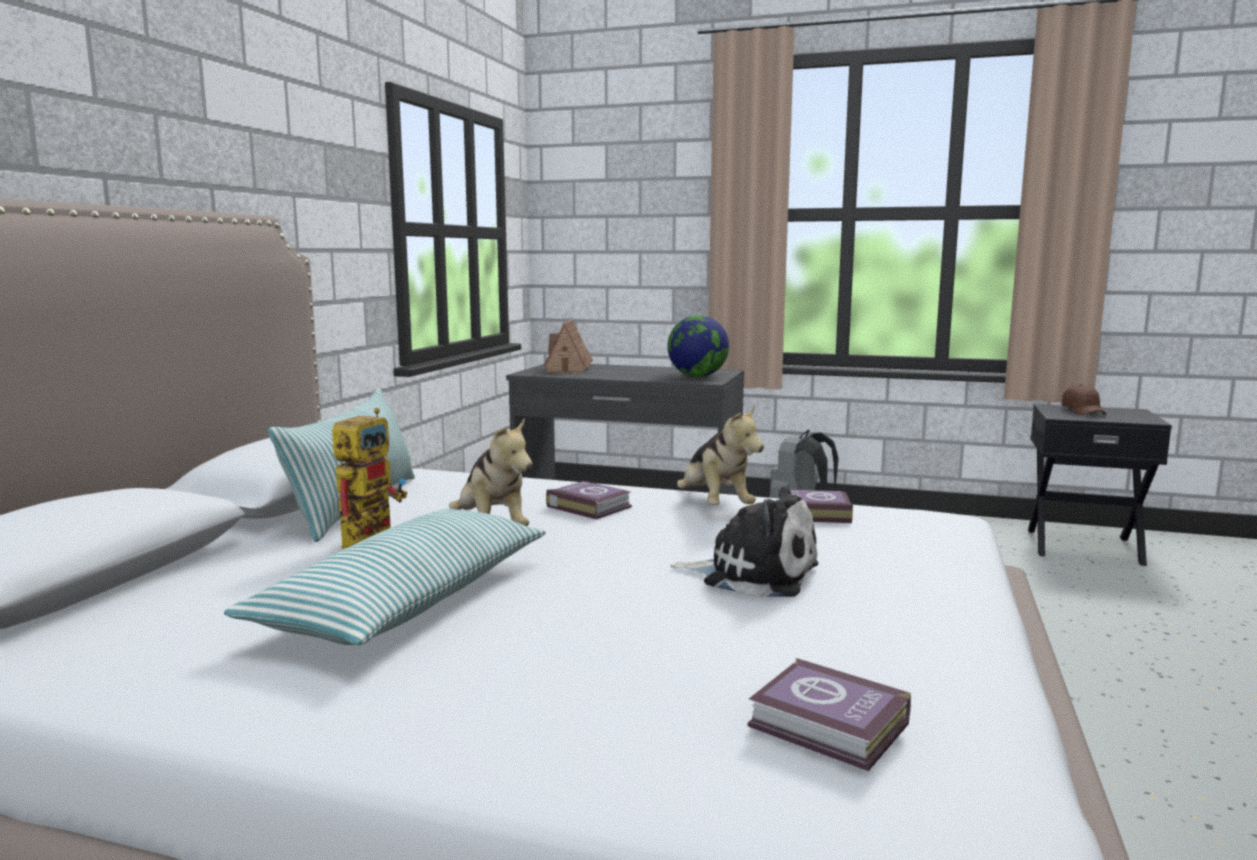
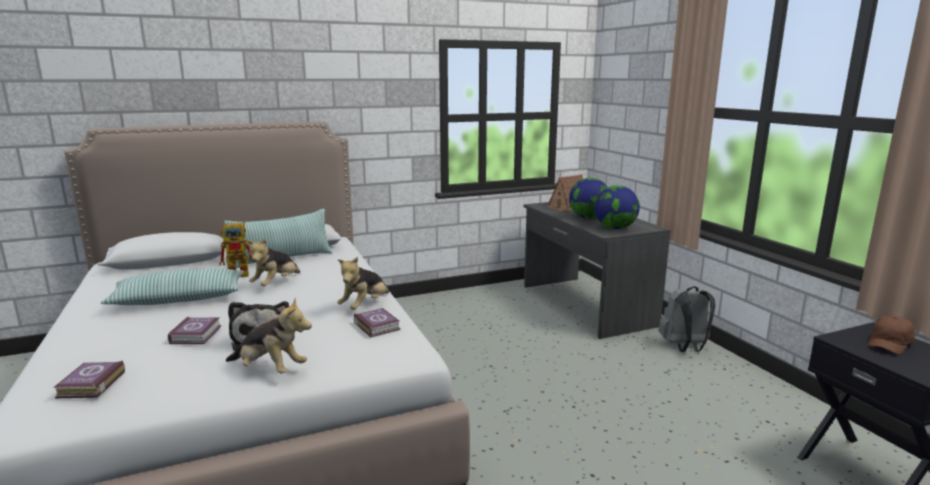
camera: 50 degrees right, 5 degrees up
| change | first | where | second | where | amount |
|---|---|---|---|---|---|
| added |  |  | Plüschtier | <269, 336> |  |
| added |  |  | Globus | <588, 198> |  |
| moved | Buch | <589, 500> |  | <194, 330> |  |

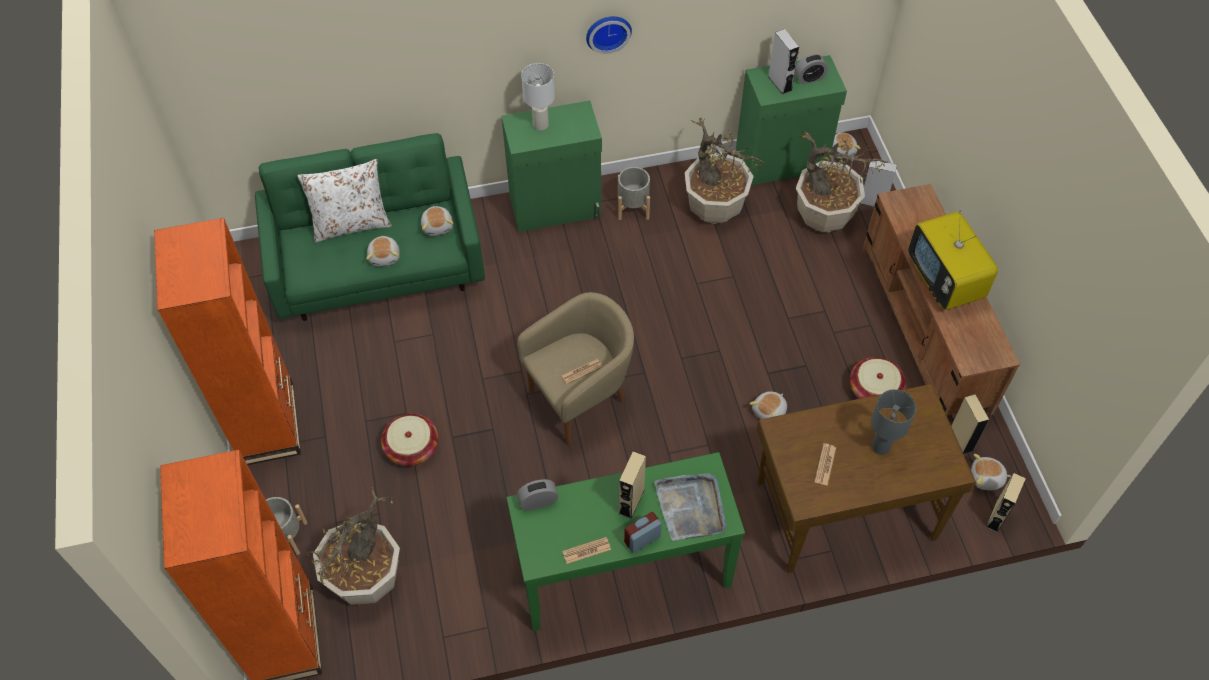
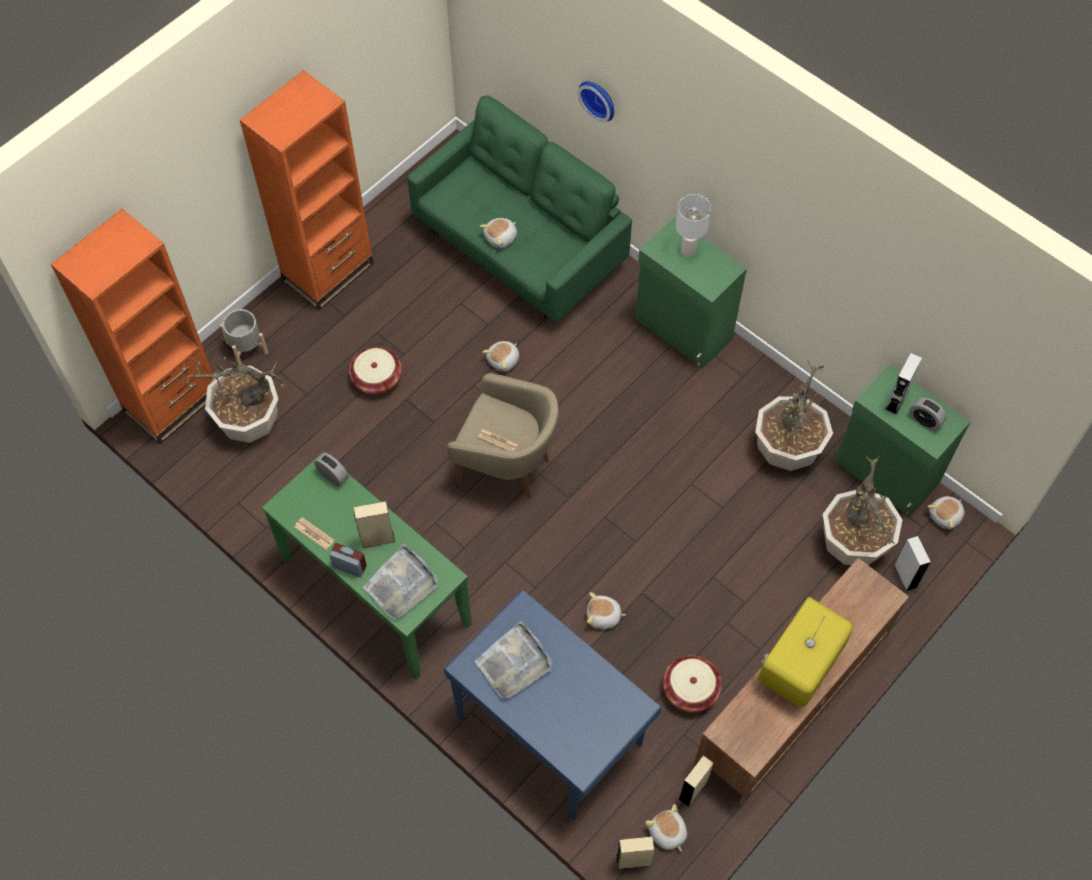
camera: 55 degrees right, 5 degrees up
| change | first | where | second | where | amount |
|---|---|---|---|---|---|
| removed | Kissen [weiß] | <344, 200> |  |  |  |
| removed | Pflanzkübel [grau] | <634, 193> |  |  |  |
| removed | Tischlampe [grau] | <893, 422> |  |  |  |
| moved | Plüschtier | <437, 221> |  | <500, 356> |  |
| moved | Wanduhr | <609, 35> |  | <596, 101> |  |
| replaced | Zeitung | <825, 464> | Tablett [grau] | <513, 660> |  |
| recoloured | Schreibtisch [braun] | <866, 478> | Schreibtisch [blau] | <553, 705> |  |

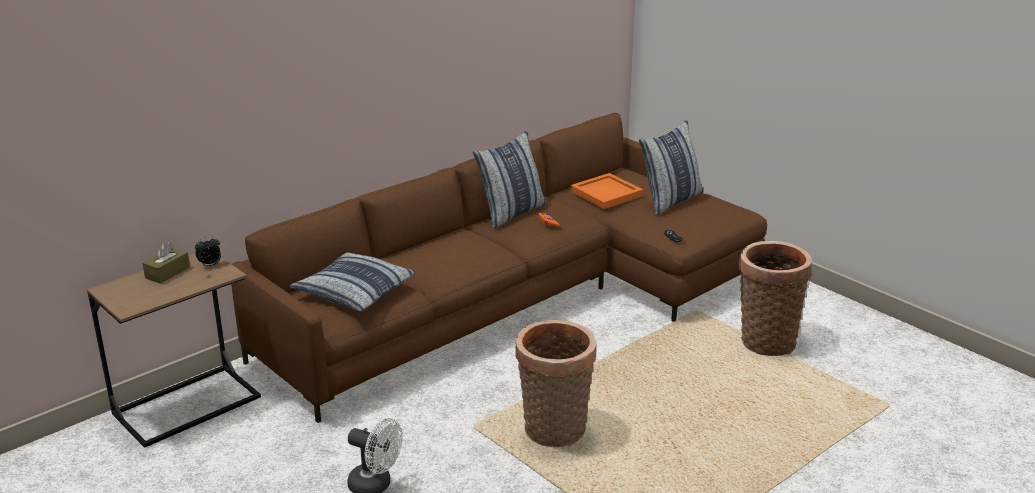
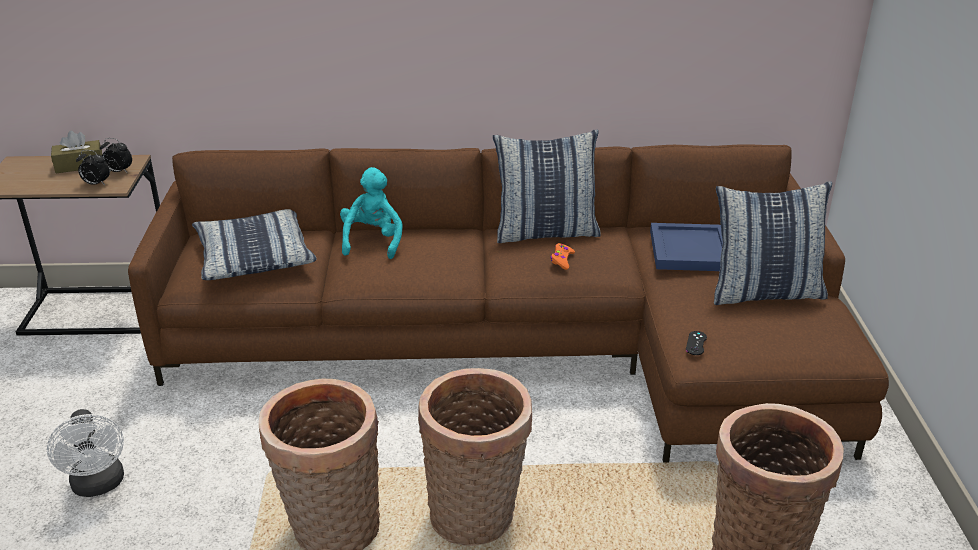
camera: 40 degrees right, 5 degrees up
| change | first | where | second | where | amount |
|---|---|---|---|---|---|
| added |  |  | Wecker | <93, 167> |  |
| added |  |  | Plüschtier [türkis] | <371, 213> |  |
| added |  |  | Korb | <475, 457> |  |
| recoloured | Tablett [orange] | <607, 191> | Tablett [blau] | <686, 247> |  |

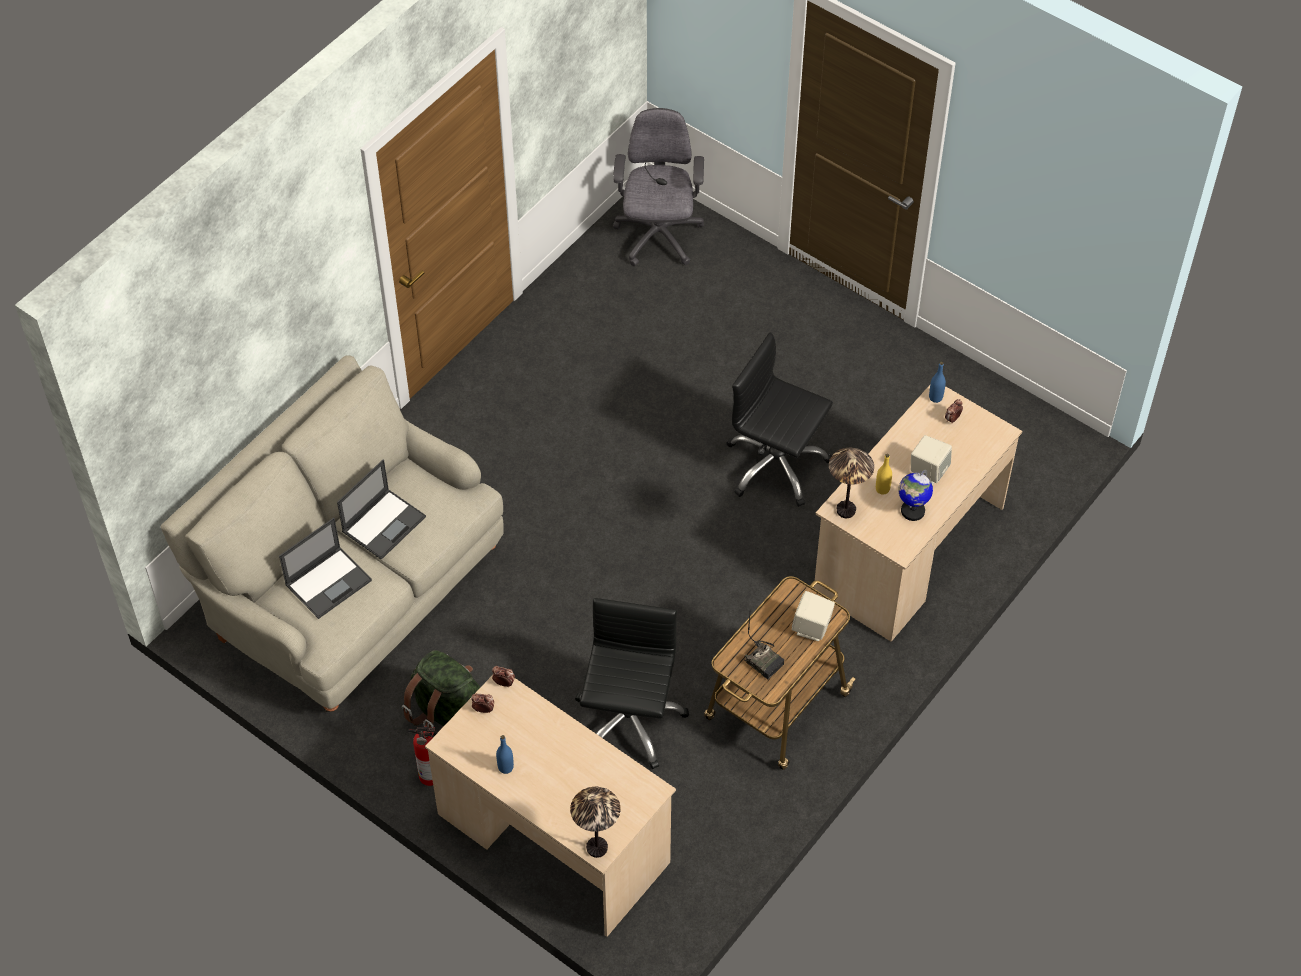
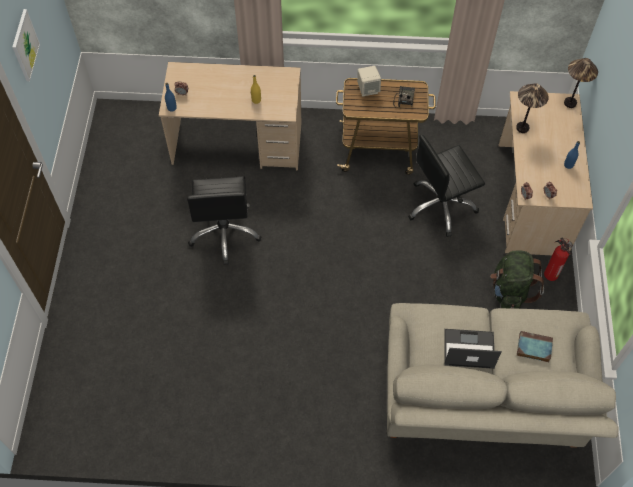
camera: 125 degrees left, 5 degrees up
| change | first | where | second | where | amount |
|---|---|---|---|---|---|
| removed | Bürostuhl [grau] | <658, 187> |  |  |  |
| removed | Globus | <915, 495> |  |  |  |
| removed | Lautsprecher [beige] | <931, 460> |  |  |  |
| added |  |  | Bild | <26, 45> |  |
| moved | Tischlampe | <851, 483> |  | <532, 108> |  |
| replaced | Laptop | <325, 568> | Buch | <535, 346> |  |

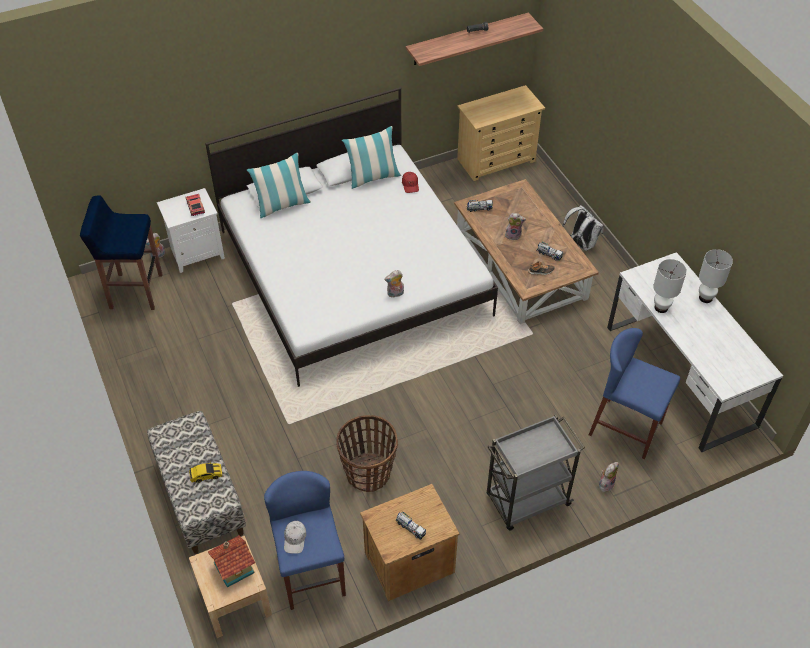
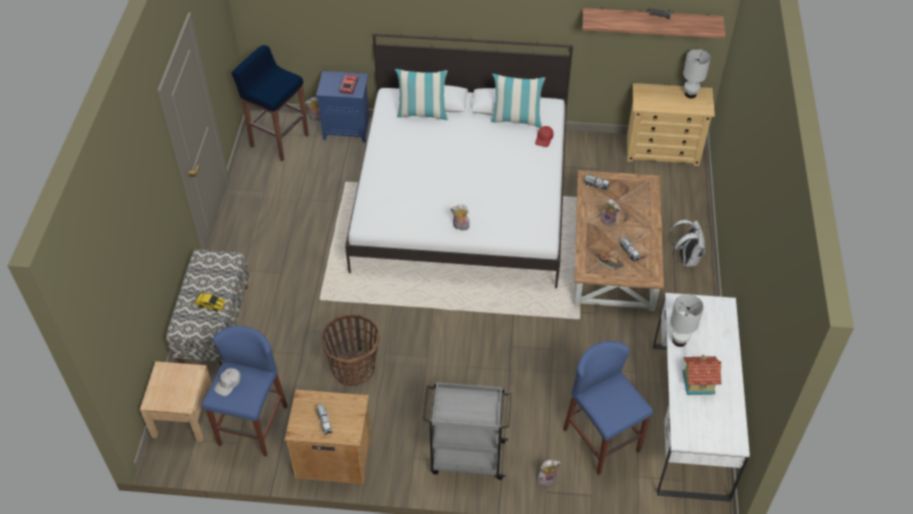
camera: 30 degrees right, 0 degrees up
| change | first | where | second | where | amount |
|---|---|---|---|---|---|
| moved | Spielzeughaus | <231, 561> |  | <701, 374> |  |
| moved | Tischlampe [weiß] | <716, 276> |  | <697, 73> |  |
| recoloured | Nachttisch [weiß] | <191, 230> | Nachttisch [blau] | <343, 107> |  |

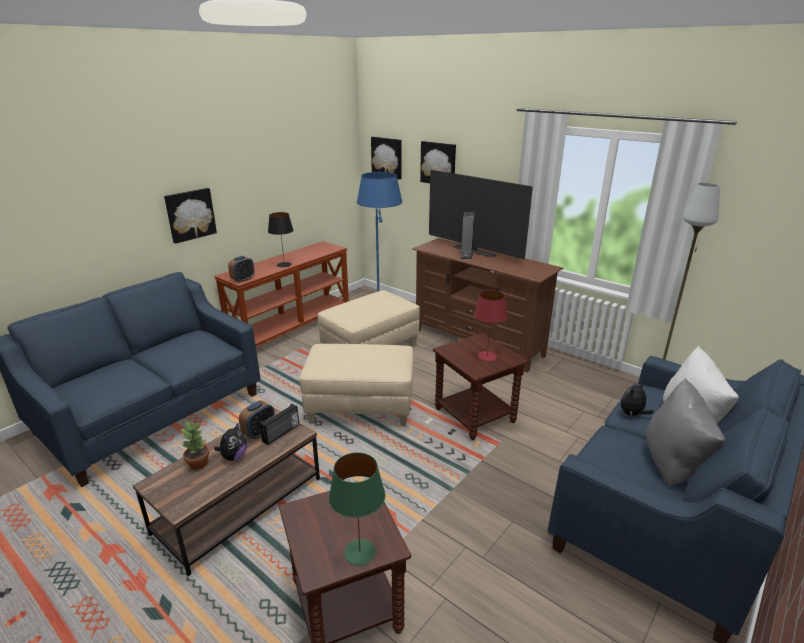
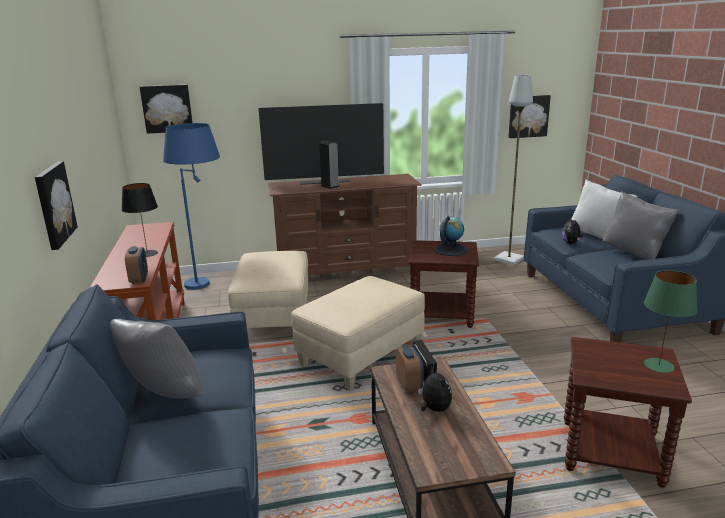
camera: 50 degrees left, 5 degrees down
| change | first | where | second | where | amount |
|---|---|---|---|---|---|
| removed | Topfpflanze | <194, 445> |  |  |  |
| added |  |  | Kissen [grau] | <156, 359> |  |
| moved | Bild | <438, 162> |  | <529, 116> |  |
| replaced | Tischlampe [rot] | <491, 325> | Globus | <451, 236> |  |

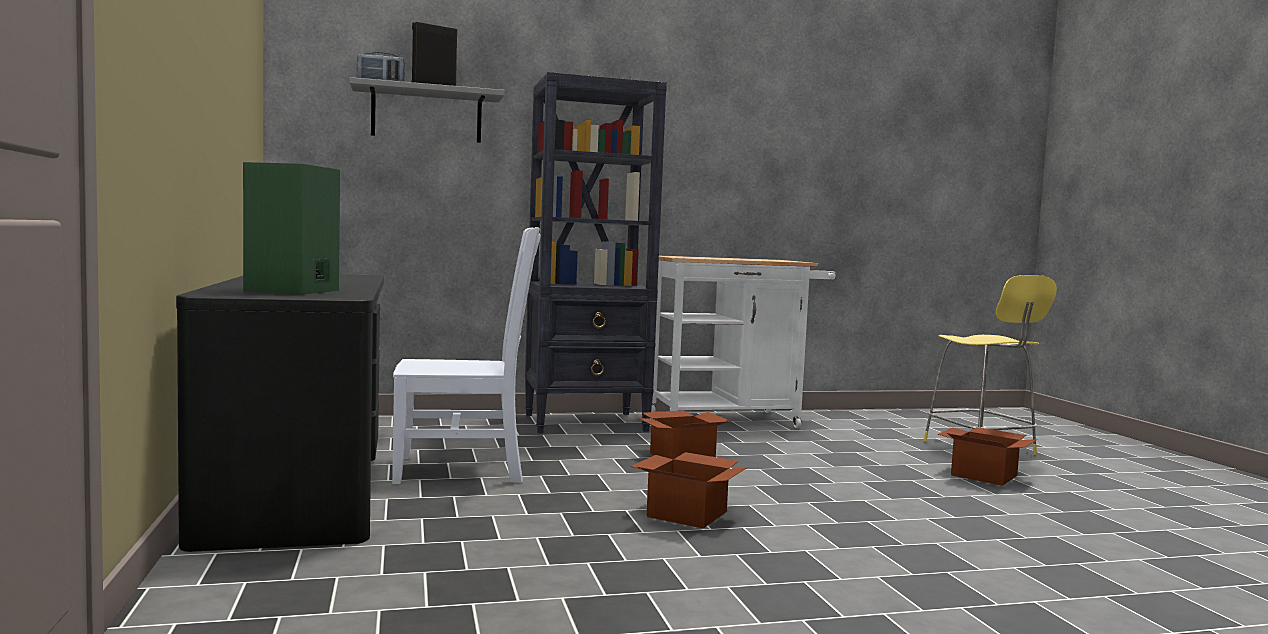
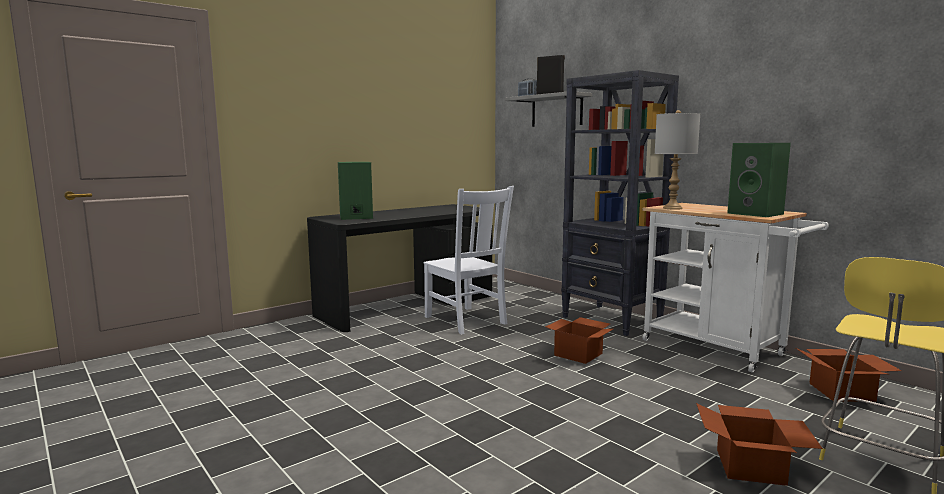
camera: 65 degrees right, 5 degrees up
| change | first | where | second | where | amount |
|---|---|---|---|---|---|
| added |  |  | Tischlampe [grau] | <677, 160> |  |
| added |  |  | Lautsprecher [grün] | <759, 180> |  |
| moved | Karton | <689, 490> |  | <849, 375> |  |

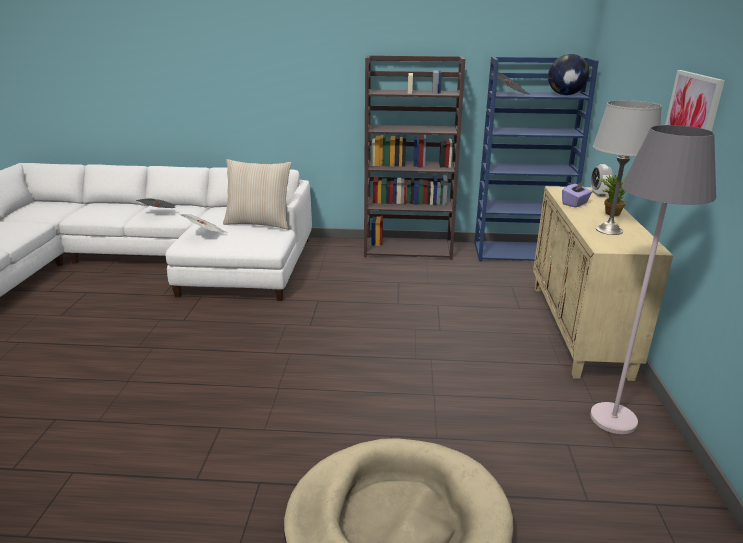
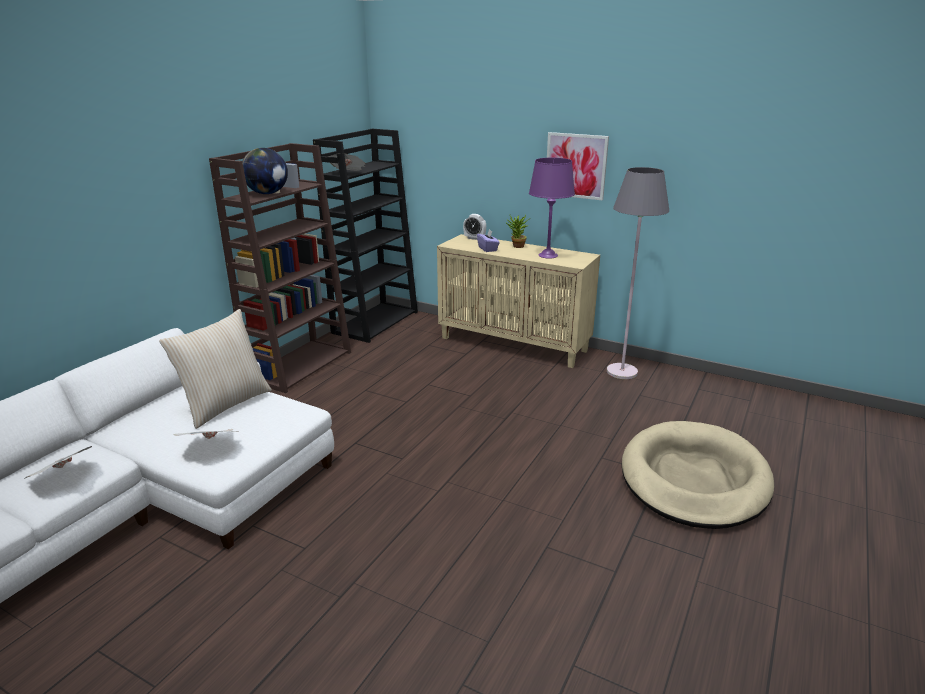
camera: 65 degrees left, 0 degrees up
| change | first | where | second | where | amount |
|---|---|---|---|---|---|
| moved | Globus | <568, 74> |  | <265, 171> |  |
| recoloured | Bücherregal [blau] | <536, 159> | Bücherregal [schwarz] | <365, 236> |  |
| recoloured | Tischlampe [grau] | <627, 167> | Tischlampe [lila] | <552, 208> |  |

